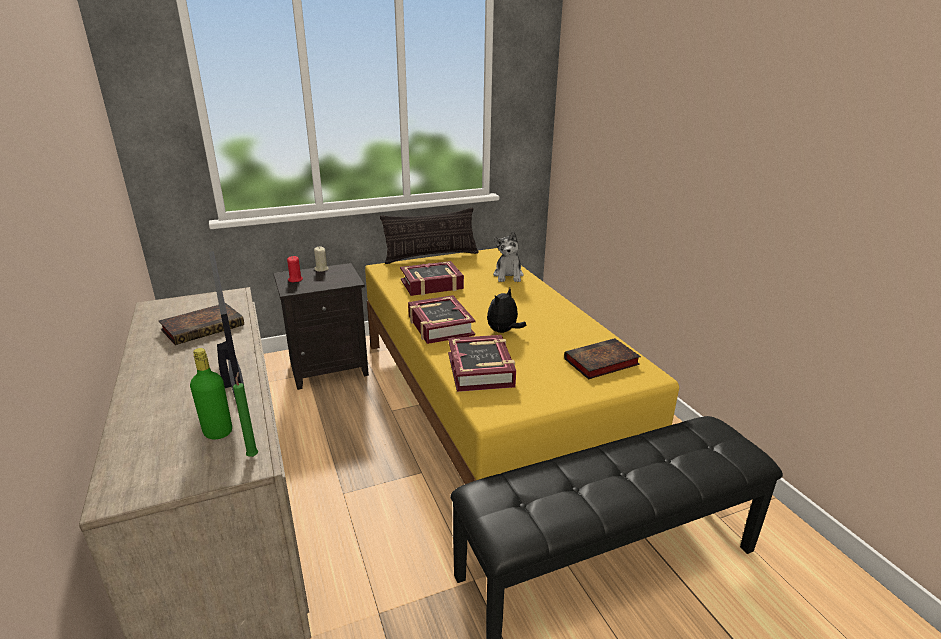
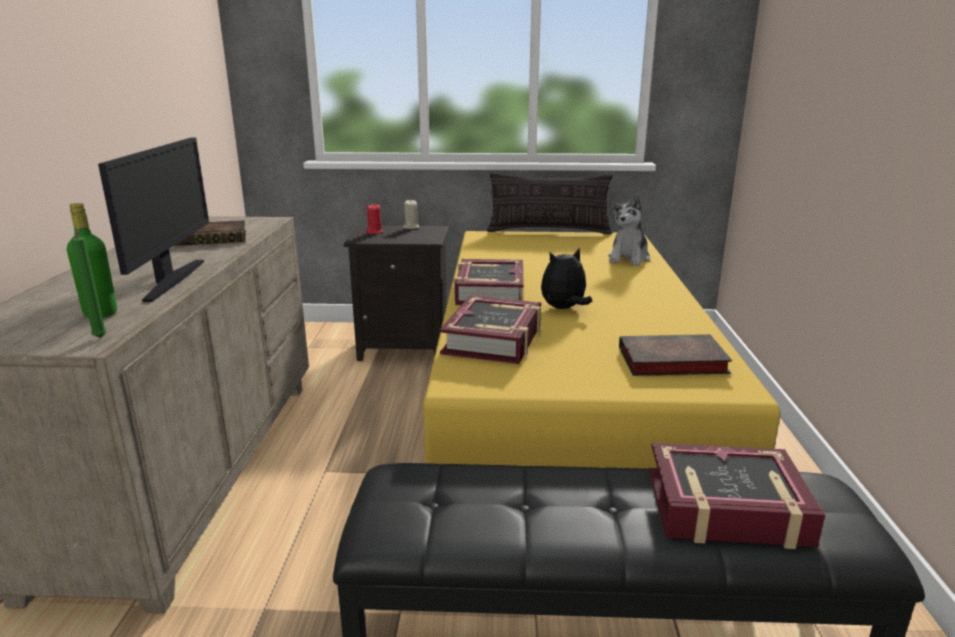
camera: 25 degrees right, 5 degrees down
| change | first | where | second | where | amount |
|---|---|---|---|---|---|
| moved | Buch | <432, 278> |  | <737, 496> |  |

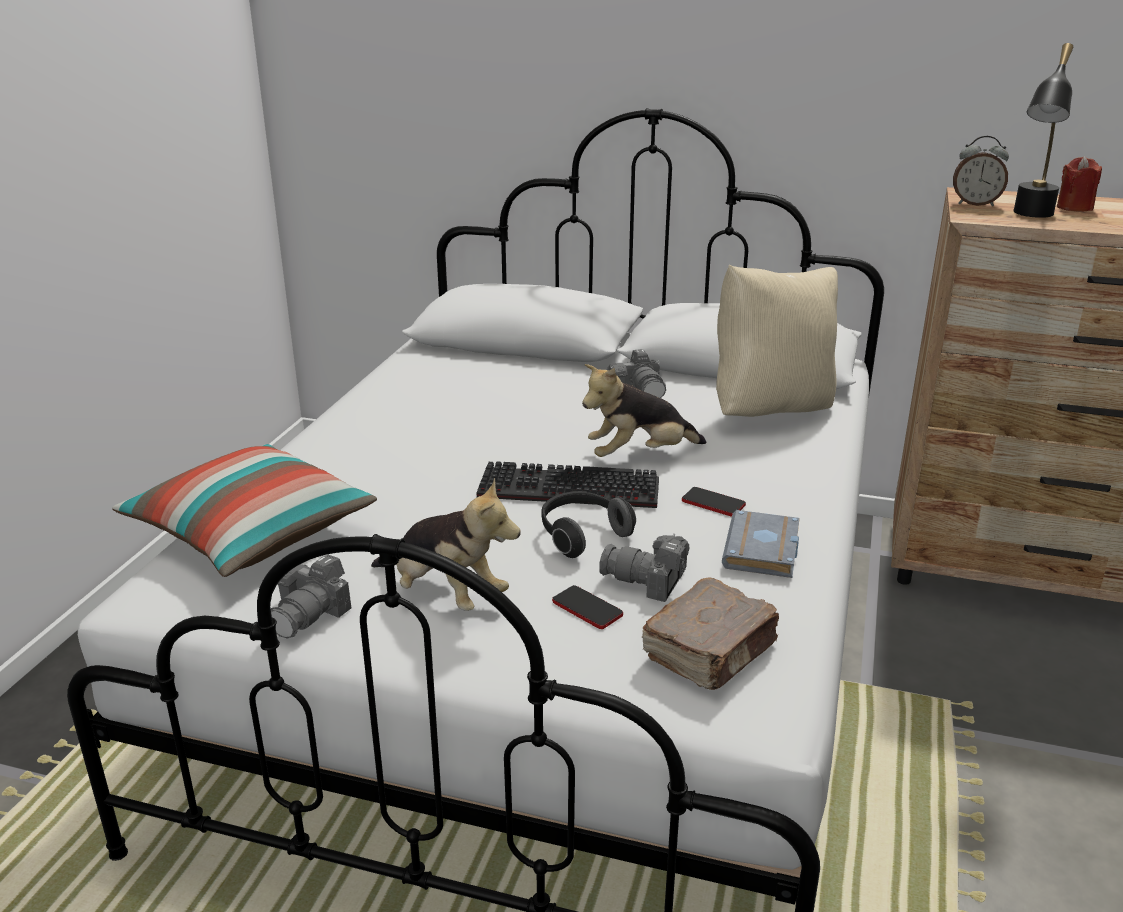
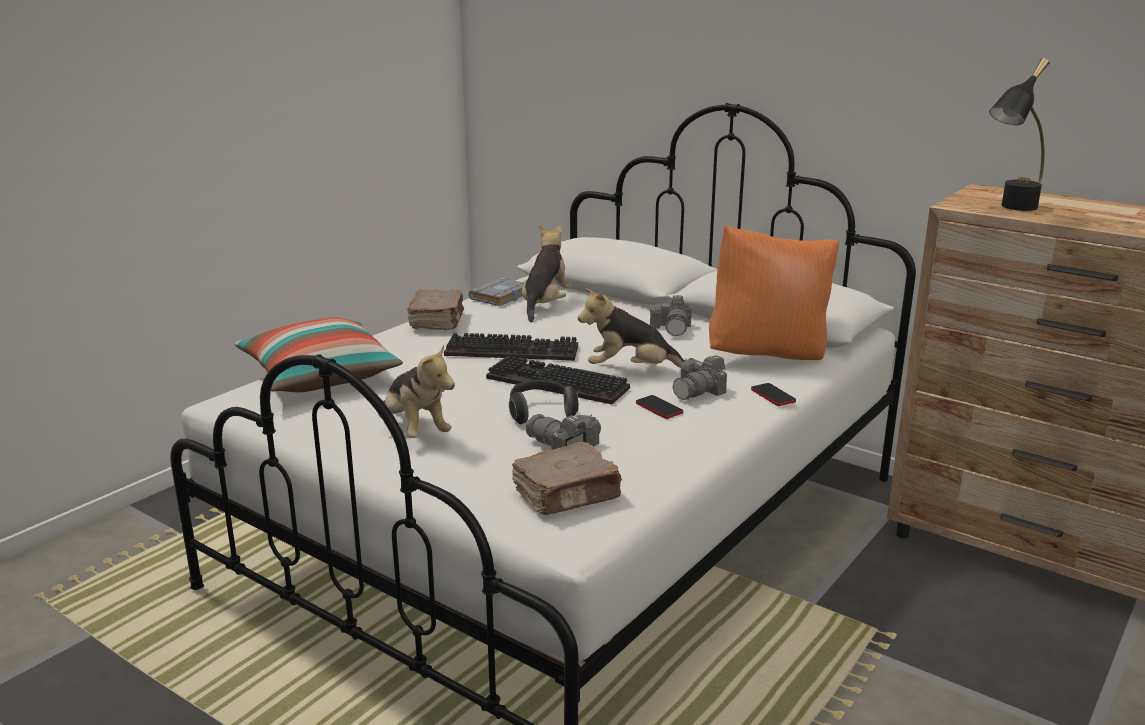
camera: 20 degrees right, 5 degrees down
| change | first | where | second | where | amount |
|---|---|---|---|---|---|
| removed | Wecker | <981, 171> |  |  |  |
| removed | Kerze [rot] | <1079, 183> |  |  |  |
| added |  |  | Buch [braun] | <435, 309> |  |
| added |  |  | Tastatur | <511, 347> |  |
| added |  |  | Plüschtier | <547, 273> |  |
| moved | Kamera | <311, 596> |  | <700, 377> |  |
| moved | Handy | <587, 607> |  | <773, 394> |  |
| moved | Buch [grau] | <761, 544> |  | <496, 292> |  |
| recoloured | Kissen [beige] | <777, 341> | Kissen [orange] | <774, 292> |  |

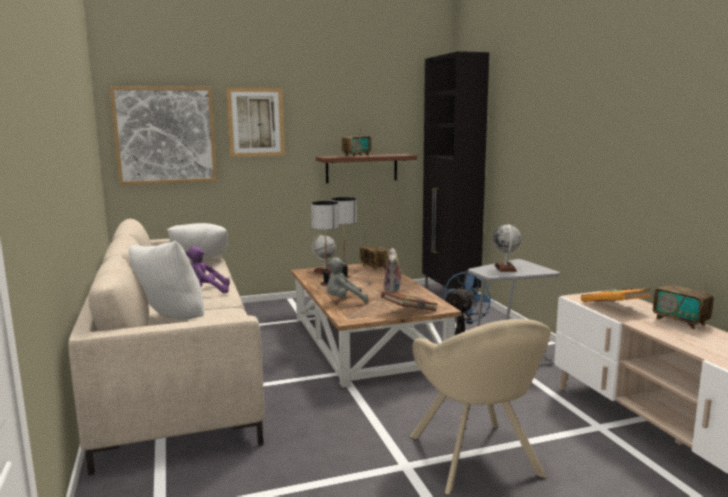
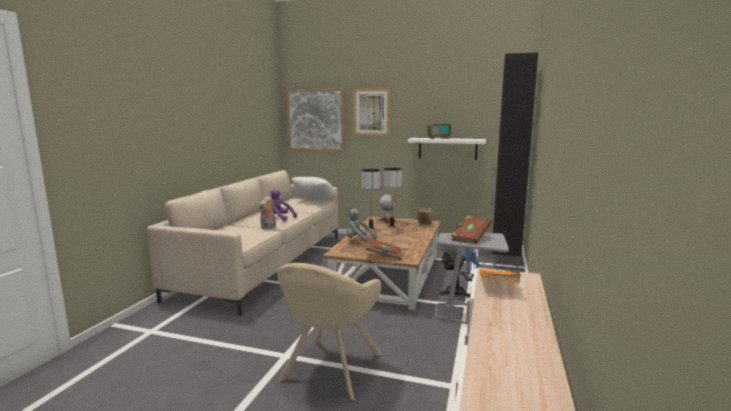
camera: 35 degrees right, 0 degrees up
| change | first | where | second | where | amount |
|---|---|---|---|---|---|
| removed | Kissen [weiß] | <166, 279> |  |  |  |
| removed | Radio | <683, 298> |  |  |  |
| moved | Plüschtier | <393, 270> |  | <267, 212> |  |
| replaced | Globus | <507, 248> | Buch [braun] | <471, 230> |  |
| recoloured | Wandregal [braun] | <366, 168> | Wandregal [weiß] | <447, 149> |  |

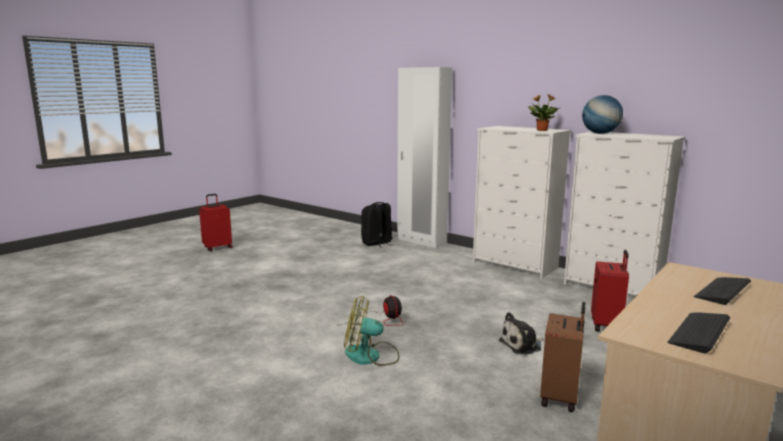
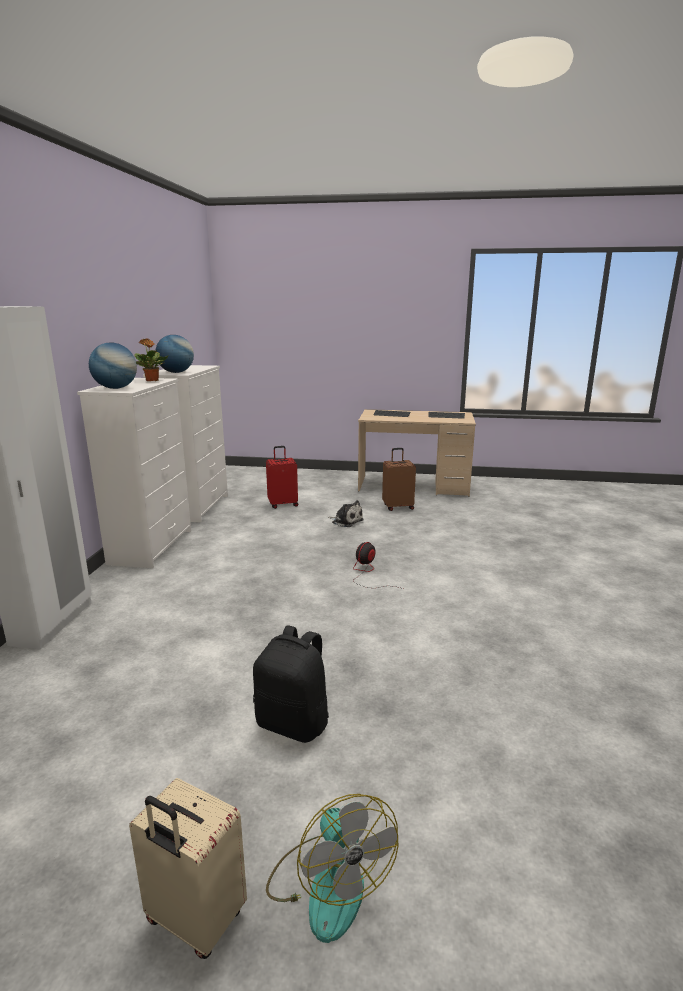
camera: 120 degrees left, 5 degrees up
| change | first | where | second | where | amount |
|---|---|---|---|---|---|
| added |  |  | Globus | <113, 366> |  |
| moved | Ventilator | <371, 331> |  | <332, 868> |  |
| moved | Rucksack [schwarz] | <377, 225> |  | <291, 684> |  |
| recoloured | Koffer [rot] | <216, 222> | Koffer [beige] | <188, 868> |  |

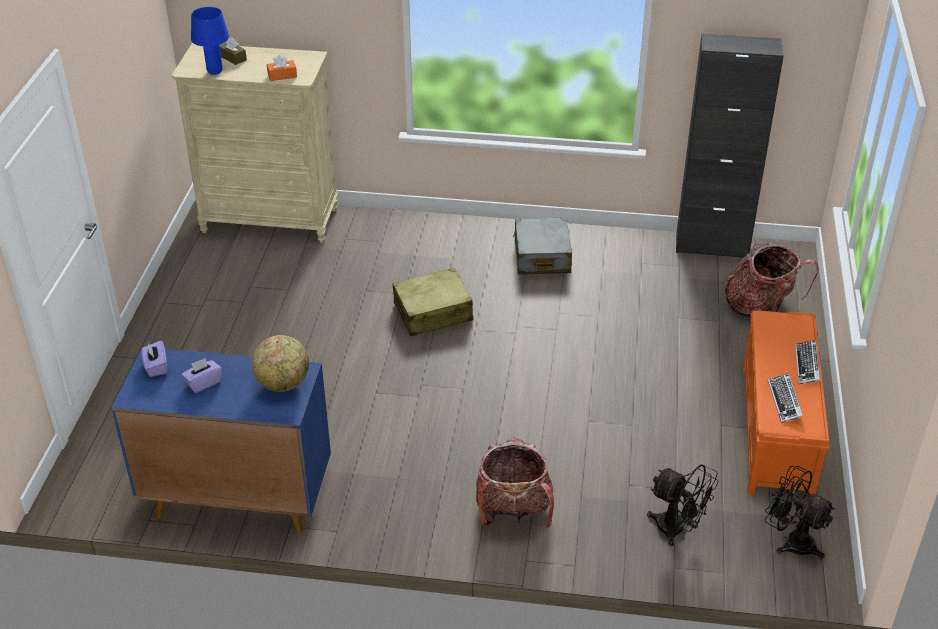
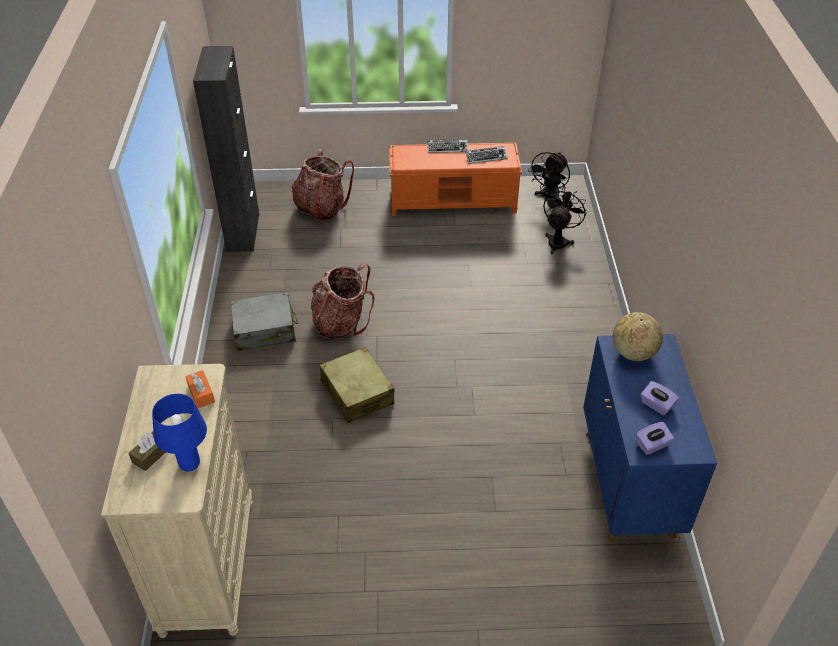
camera: 100 degrees left, 5 degrees up
| change | first | where | second | where | amount |
|---|---|---|---|---|---|
| moved | Rucksack | <515, 482> |  | <342, 301> |  |

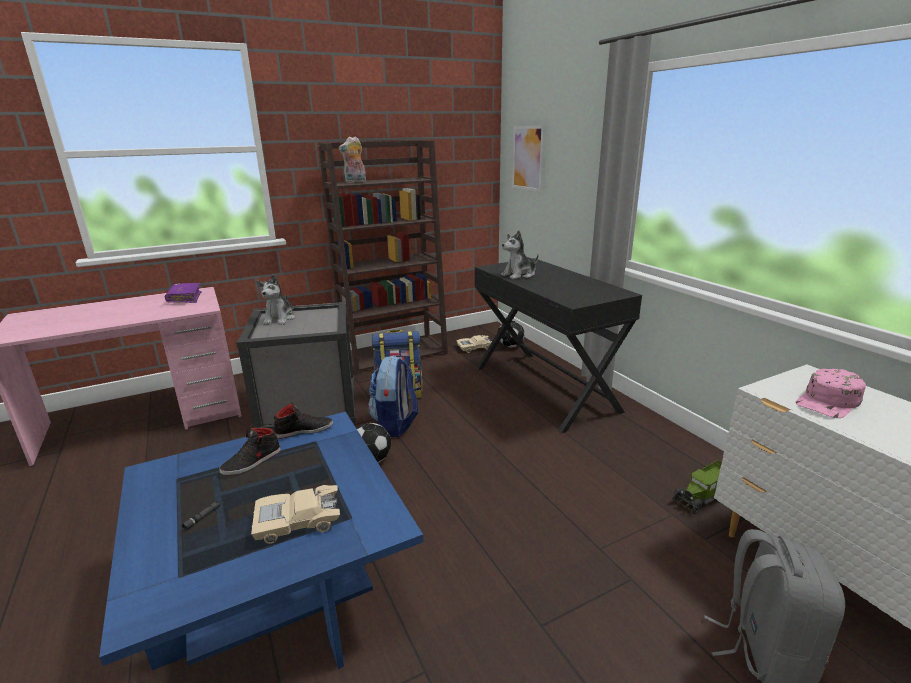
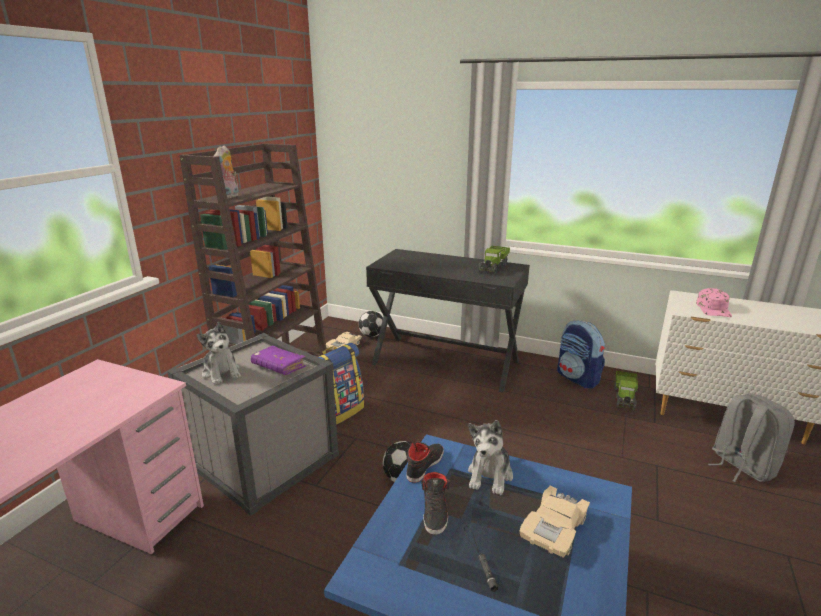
camera: 40 degrees left, 0 degrees up
| change | first | where | second | where | amount |
|---|---|---|---|---|---|
| removed | Bild | <528, 158> |  |  |  |
| added |  |  | Spielzeuglaster | <494, 260> |  |
| moved | Buch [lila] | <183, 293> |  | <278, 360> |  |
| moved | Rucksack | <393, 396> |  | <581, 354> |  |
| moved | Plüschtier | <520, 254> |  | <490, 457> |  |

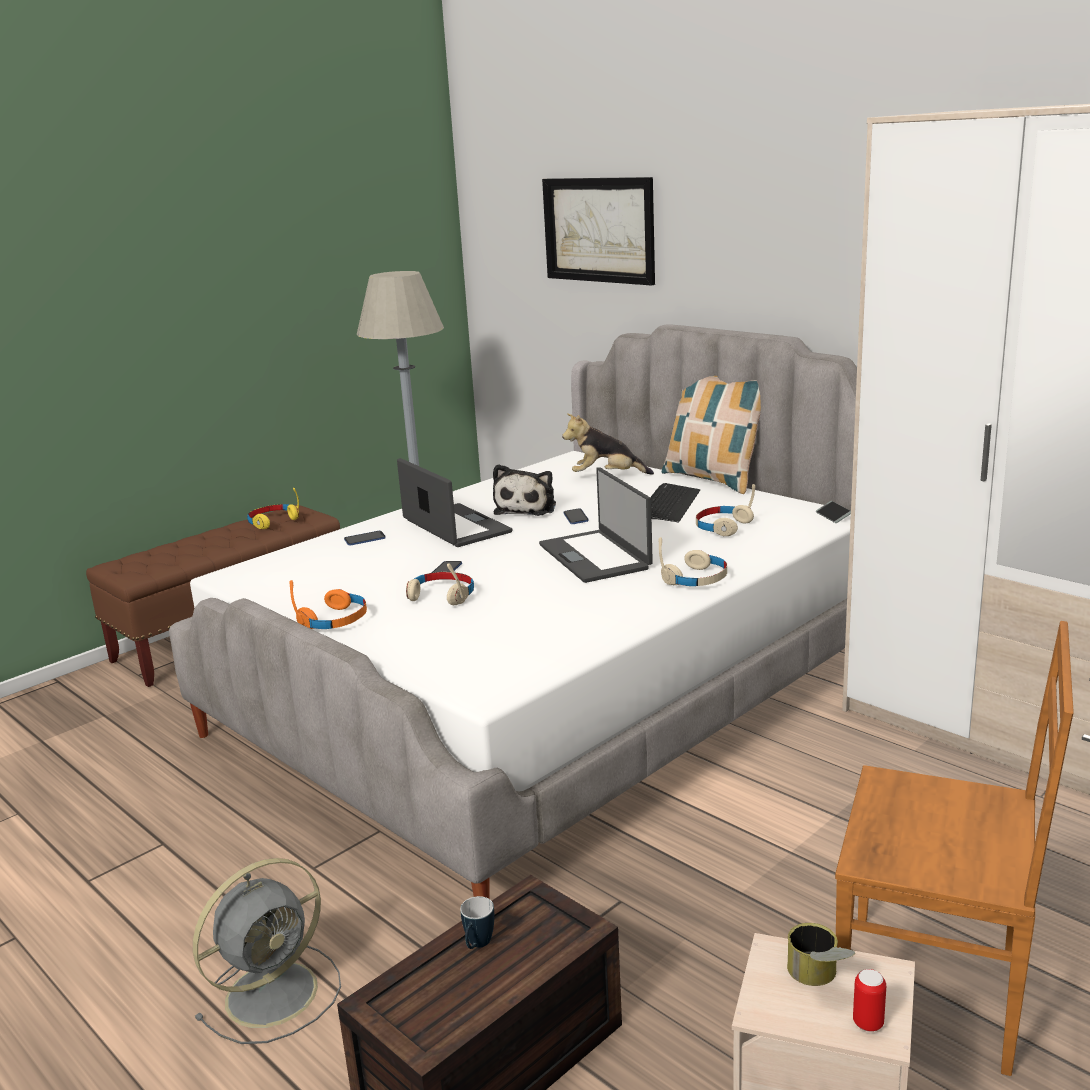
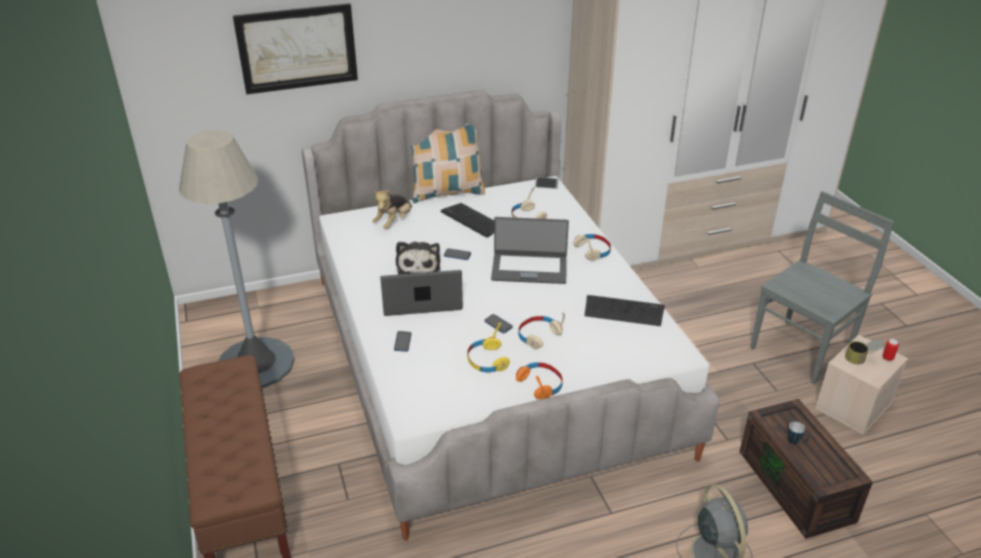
camera: 65 degrees left, 15 degrees up
| change | first | where | second | where | amount |
|---|---|---|---|---|---|
| added |  |  | Tastatur | <624, 310> |  |
| moved | Kopfhörer [gelb] | <273, 508> |  | <488, 347> |  |
| recoloured | Stuhl [braun] | <954, 848> | Stuhl [grau] | <822, 288> |  |
| turned | Plüschtier | <524, 490> |  | <418, 258> | 45 degrees clockwise |

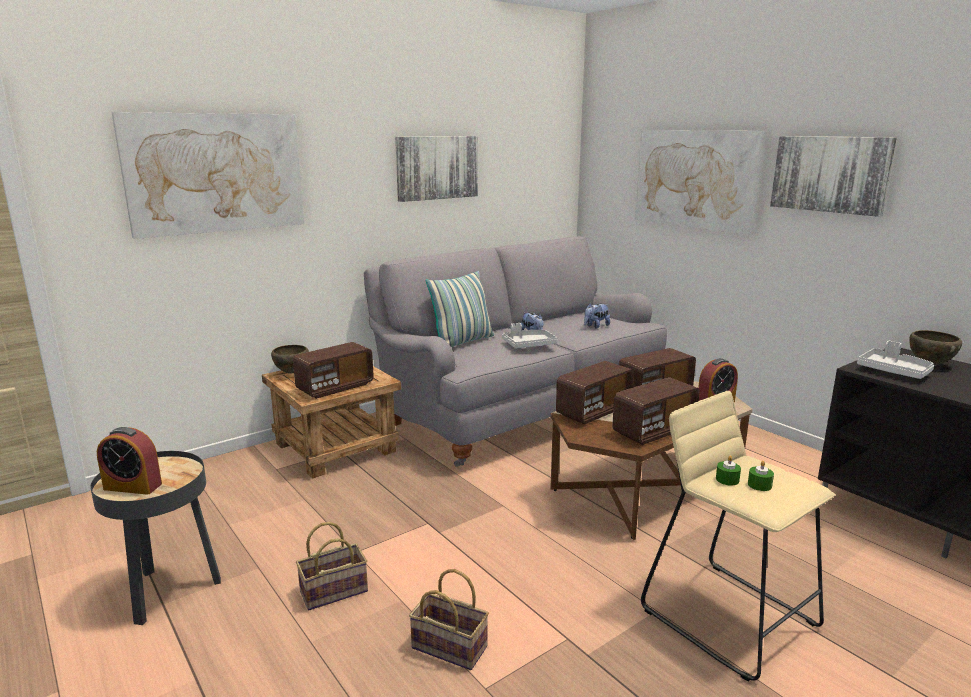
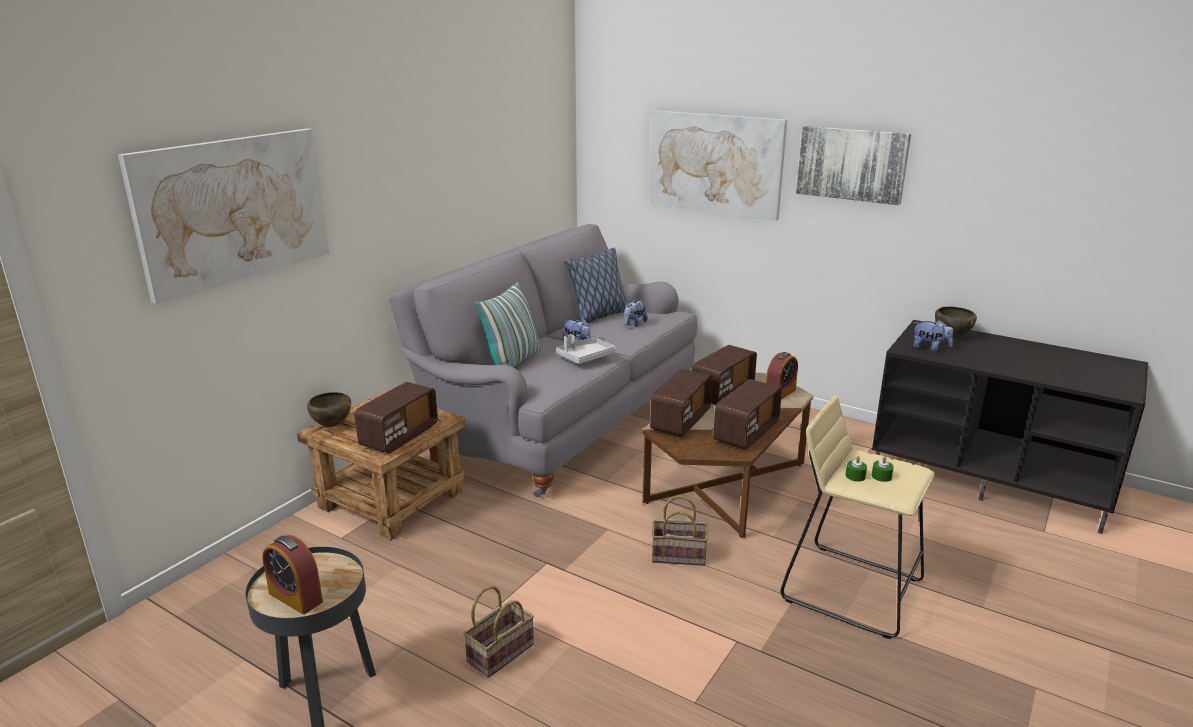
camera: 20 degrees left, 5 degrees up
| change | first | where | second | where | amount |
|---|---|---|---|---|---|
| removed | Bild | <436, 169> |  |  |  |
| added |  |  | Kissen | <595, 285> |  |
| moved | Korb | <449, 619> |  | <680, 531> |  |
| replaced | Tablett [grau] | <895, 360> | Plüschtier | <933, 336> |  |
| turned | Wecker | <129, 461> |  | <292, 574> | 45 degrees clockwise |

